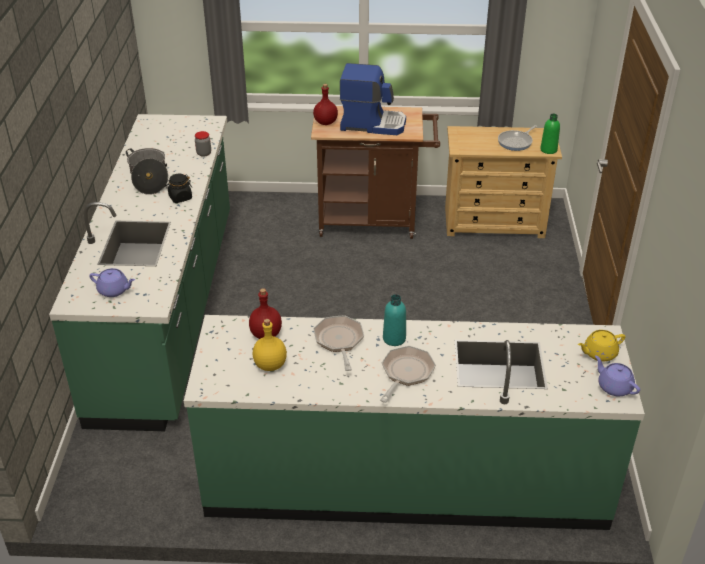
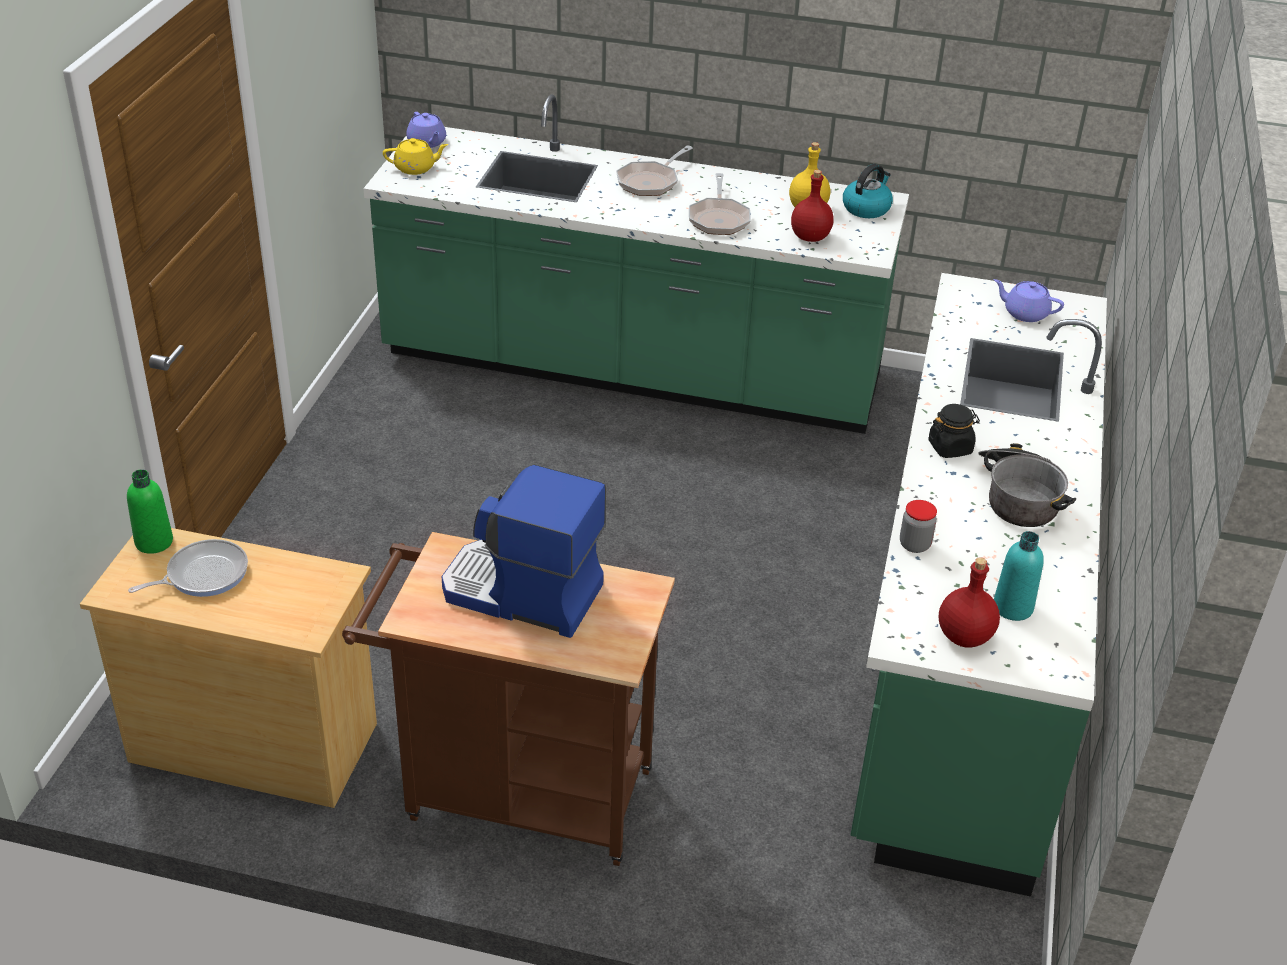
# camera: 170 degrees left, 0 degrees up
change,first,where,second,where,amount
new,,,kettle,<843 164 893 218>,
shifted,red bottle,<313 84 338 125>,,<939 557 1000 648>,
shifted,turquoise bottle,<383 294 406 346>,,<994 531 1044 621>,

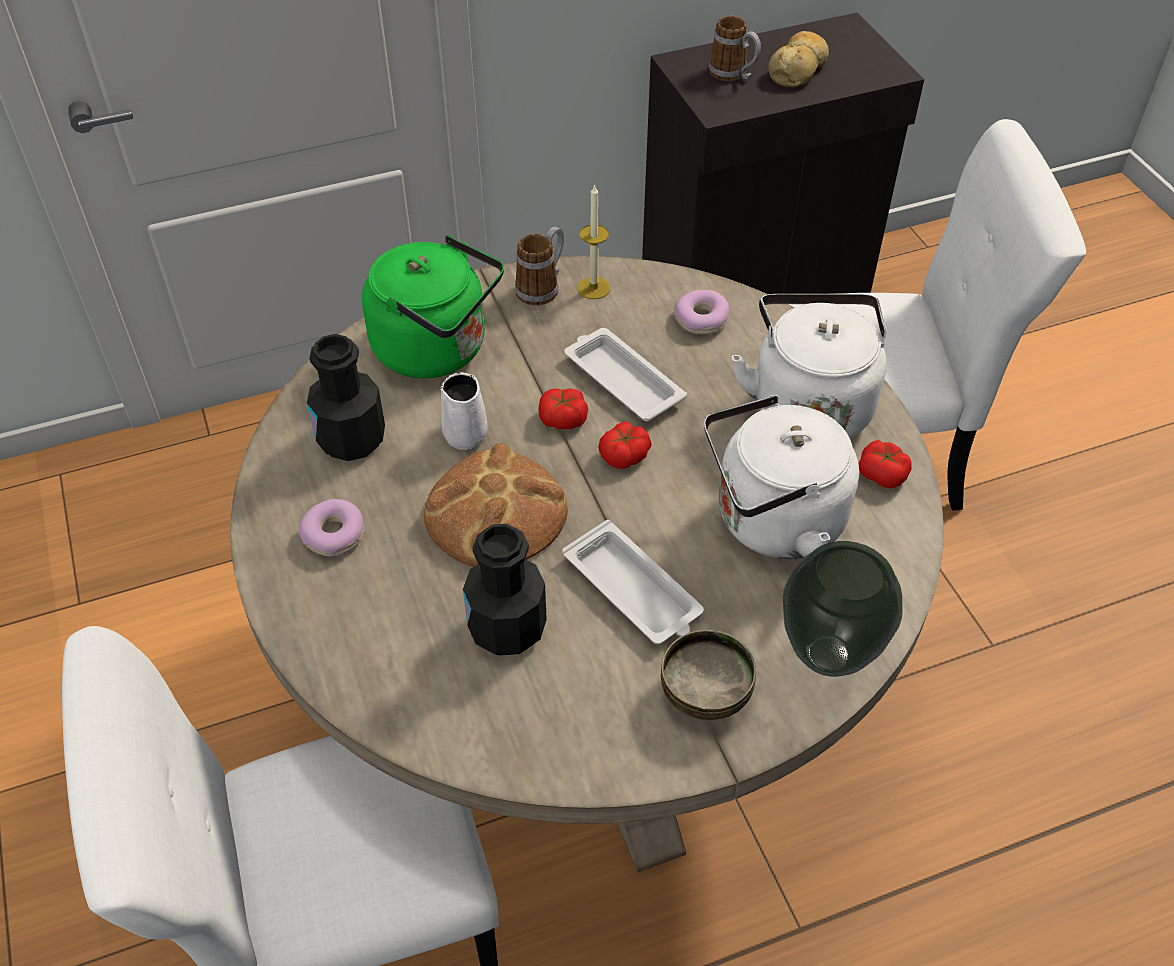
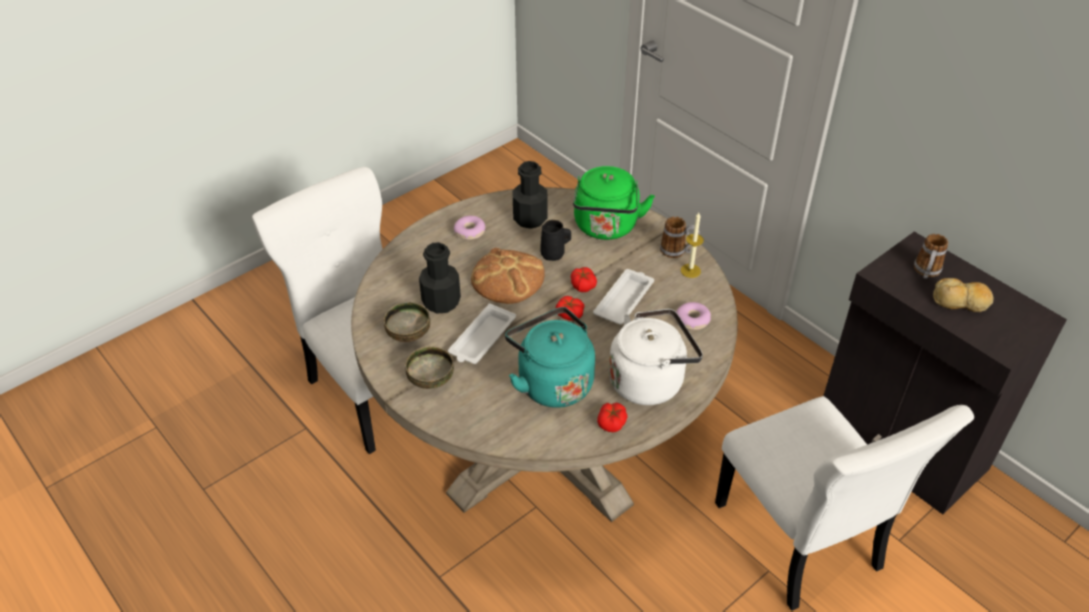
# camera: 70 degrees right, 5 degrees down
change,first,where,second,where,amount
gone,vase,<783 541 903 677>,,,
new,,,bowl,<384 302 430 342>,
repainted,white mug,<441 372 488 450>,black mug,<540 220 571 261>,
repainted,white kettle,<704 395 859 559>,turquoise kettle,<505 307 595 408>,

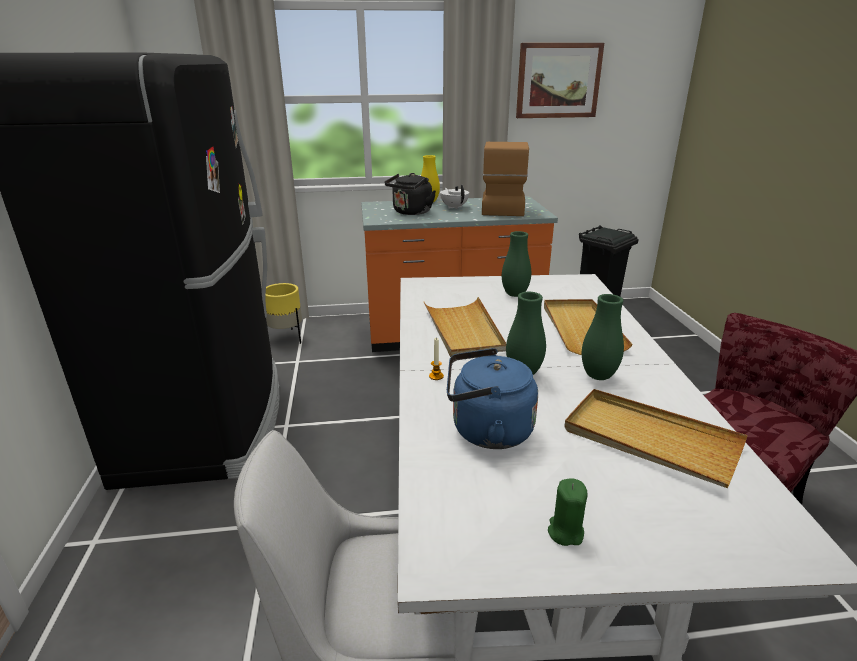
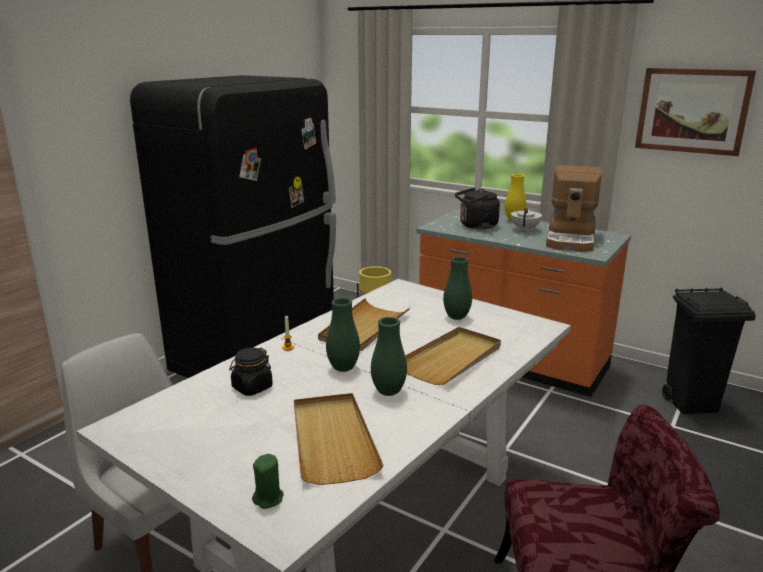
# camera: 40 degrees right, 5 degrees down
change,first,where,second,where,amount
shifted,green candle,<548 478 587 546>,,<252 454 284 509>,
swapped,blue kettle,<447 348 538 449>,black jar,<229 348 273 396>,
rotated,coffee machine,<482 142 529 216>,,<546 165 602 252>,150 degrees clockwise

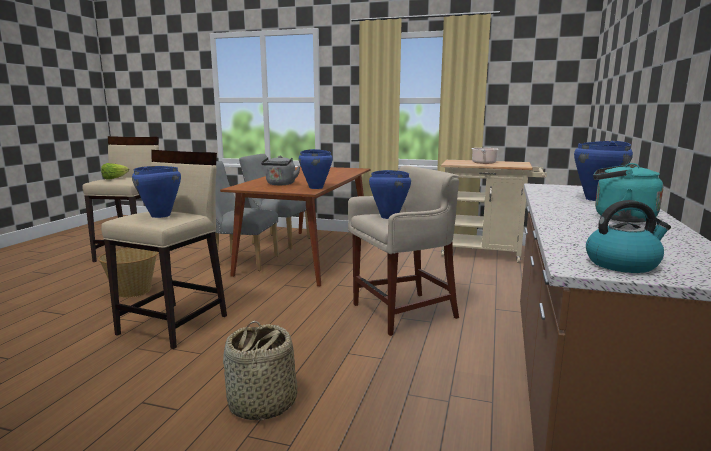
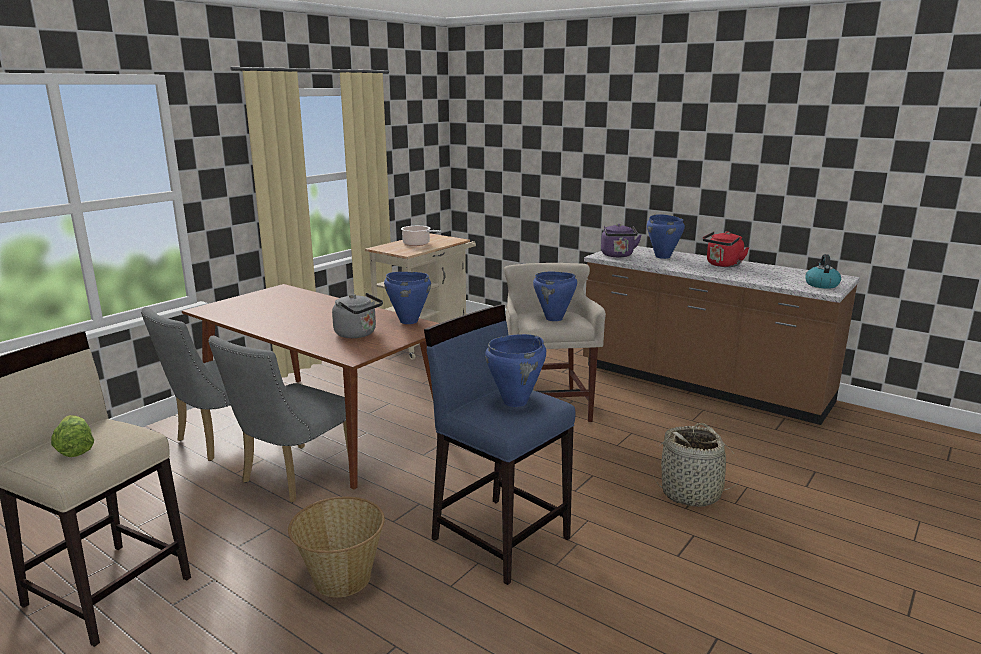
# camera: 70 degrees left, 5 degrees up
change,first,where,second,where,amount
new,,,purple kettle,<601 224 641 257>,
repainted,beige stool,<101 150 227 349>,blue stool,<424 305 576 585>,
repainted,turquoise kettle,<593 163 663 222>,red kettle,<702 231 749 267>,

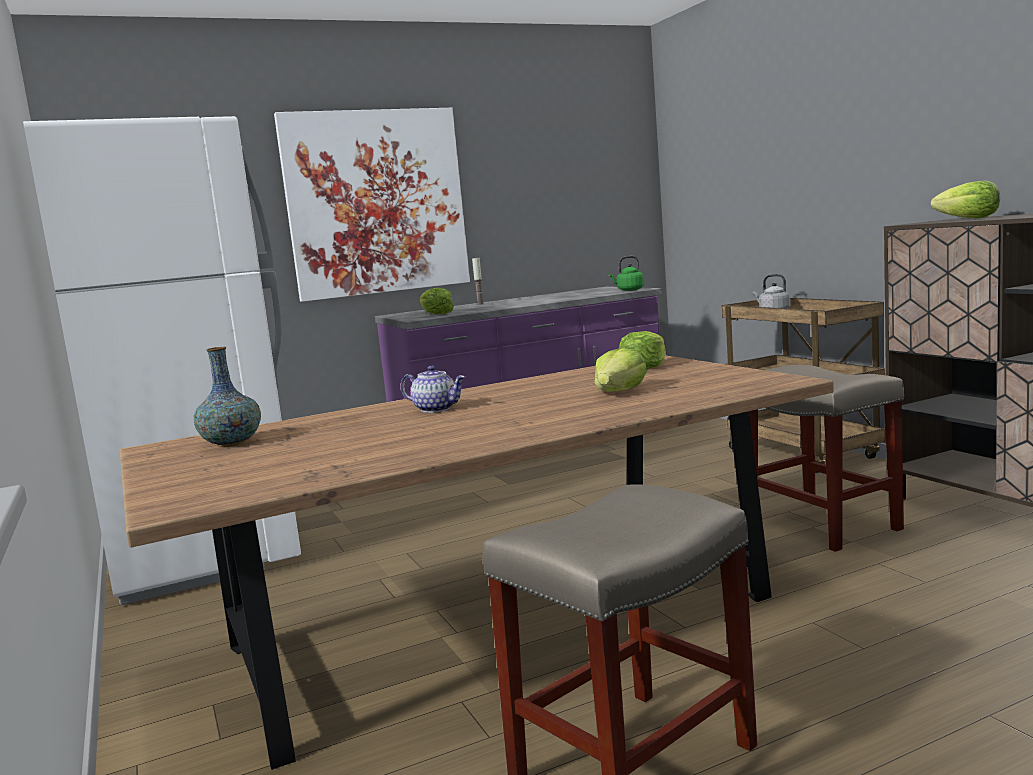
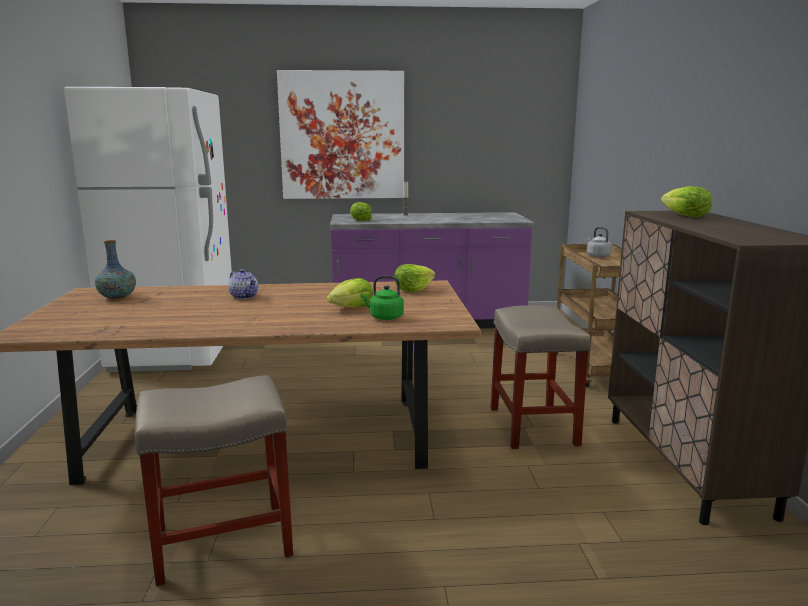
# camera: 20 degrees right, 5 degrees up
change,first,where,second,where,amount
shifted,green kettle,<608 256 644 291>,,<361 276 404 320>,

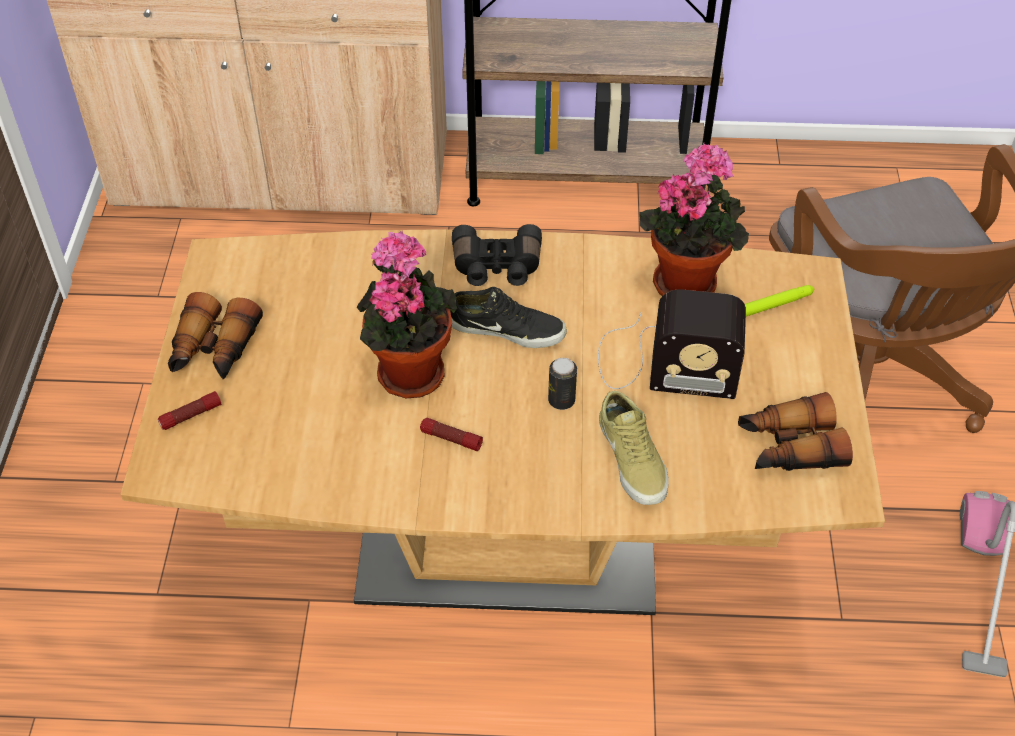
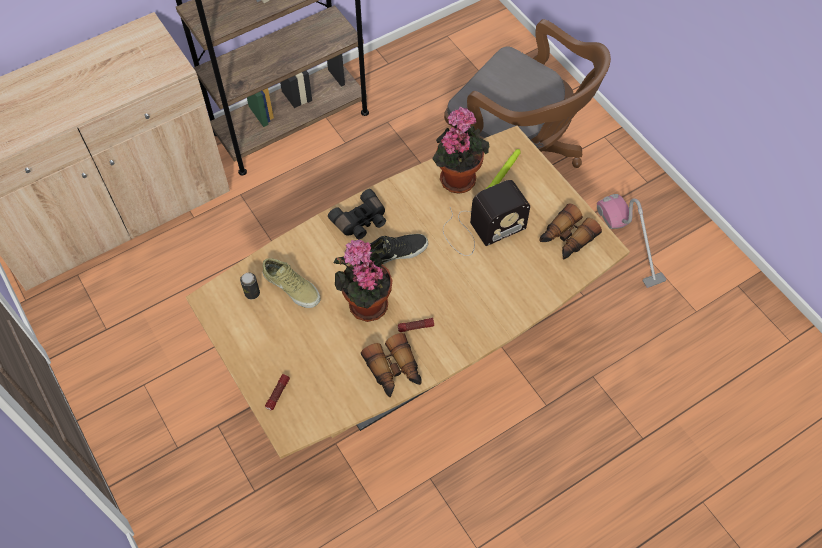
# camera: 35 degrees left, 10 degrees up
change,first,where,second,where,amount
shifted,binoculars,<168 292 263 379>,,<361 333 422 397>,
shifted,can,<548 358 577 410>,,<240 273 260 299>,
shifted,beige shoe,<599 391 669 505>,,<263 258 321 308>,

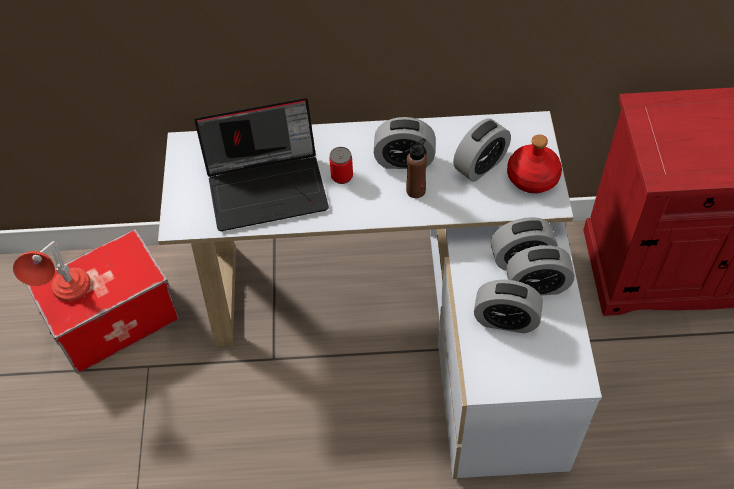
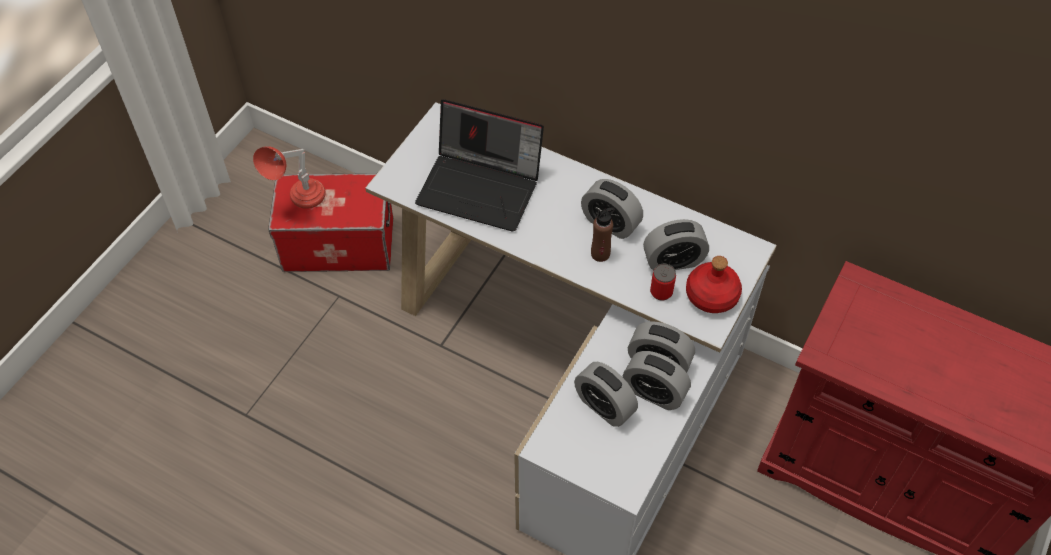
# camera: 30 degrees right, 0 degrees up
change,first,where,second,where,amount
shifted,can,<329 147 353 184>,,<650 264 676 301>,

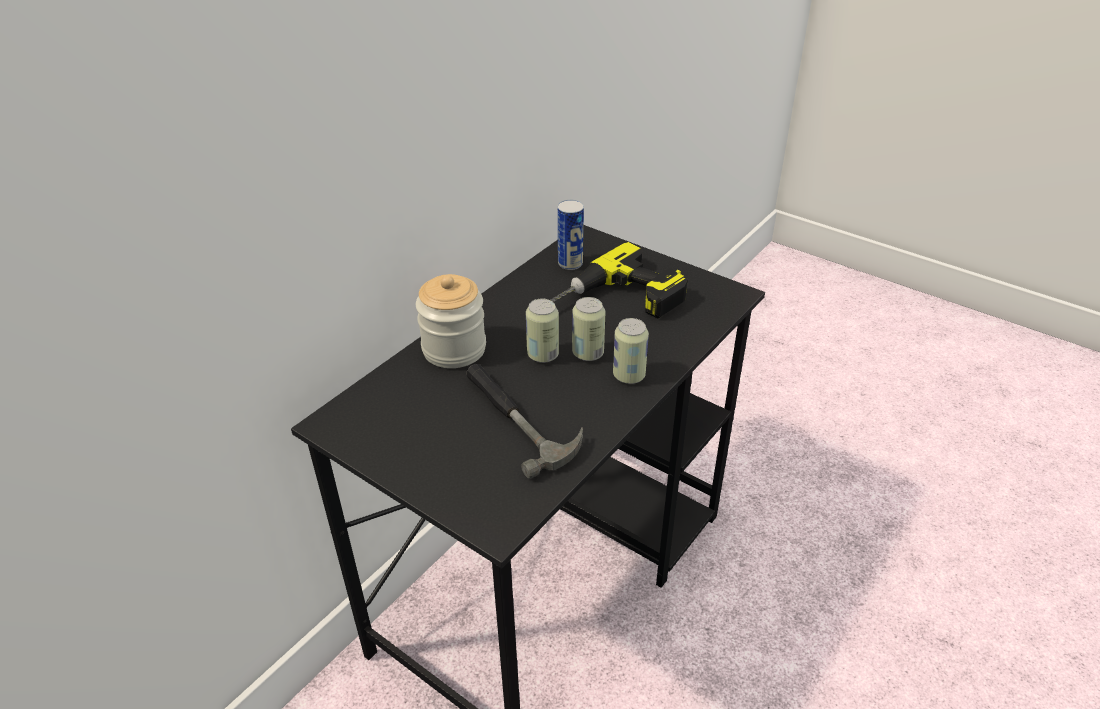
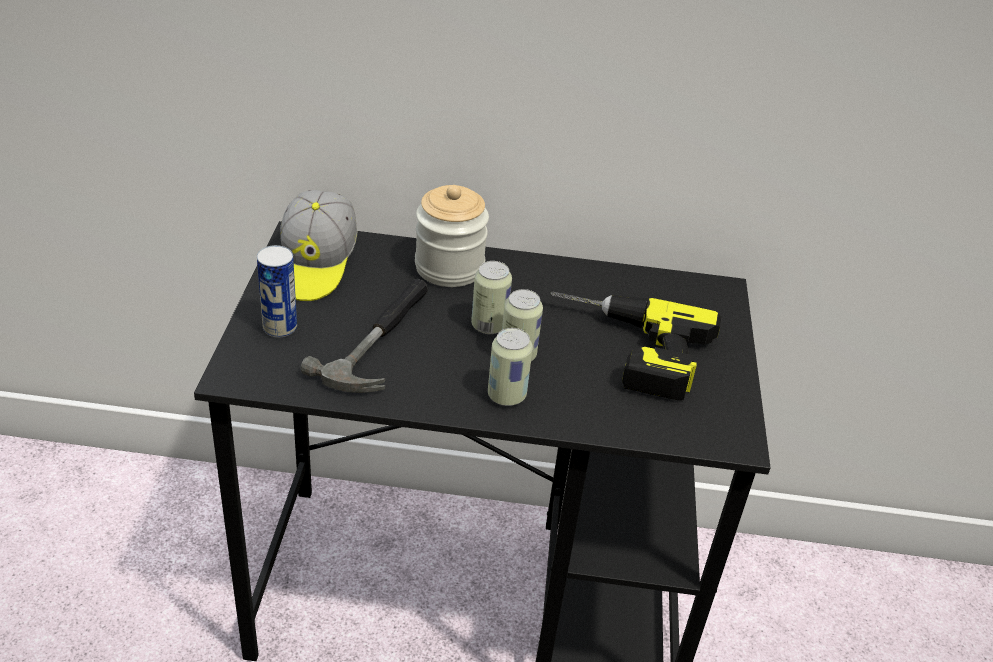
# camera: 55 degrees right, 0 degrees up
change,first,where,second,where,amount
new,,,cap,<280 190 358 301>,
shifted,can,<558 200 584 270>,,<257 245 297 338>,

